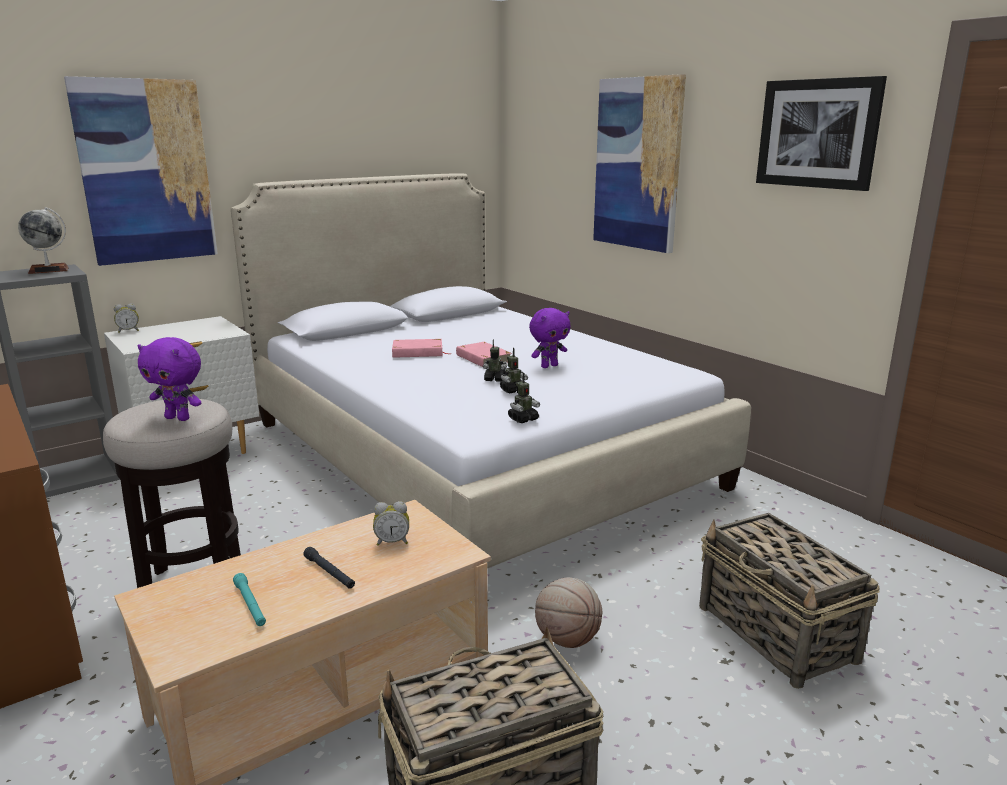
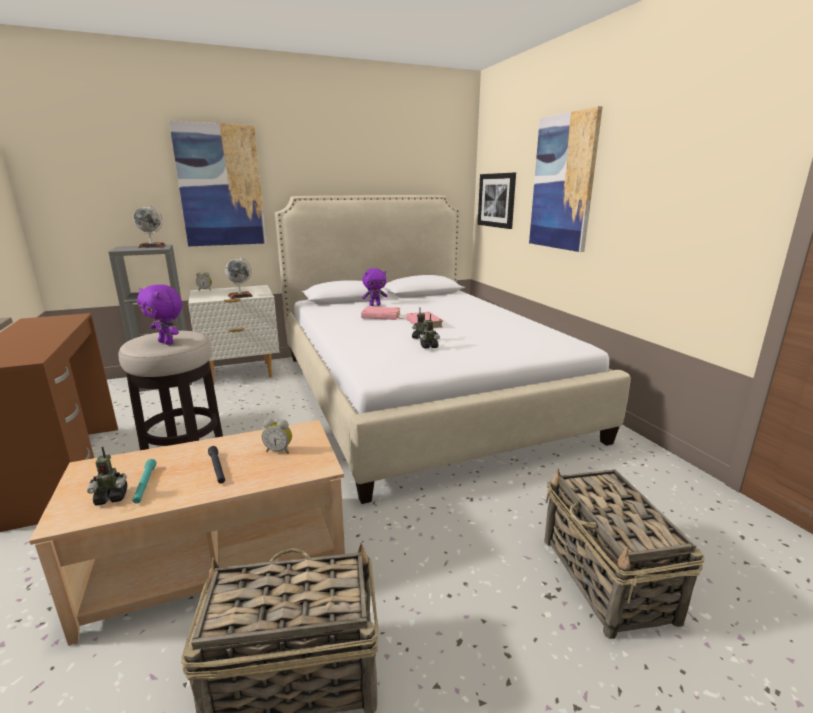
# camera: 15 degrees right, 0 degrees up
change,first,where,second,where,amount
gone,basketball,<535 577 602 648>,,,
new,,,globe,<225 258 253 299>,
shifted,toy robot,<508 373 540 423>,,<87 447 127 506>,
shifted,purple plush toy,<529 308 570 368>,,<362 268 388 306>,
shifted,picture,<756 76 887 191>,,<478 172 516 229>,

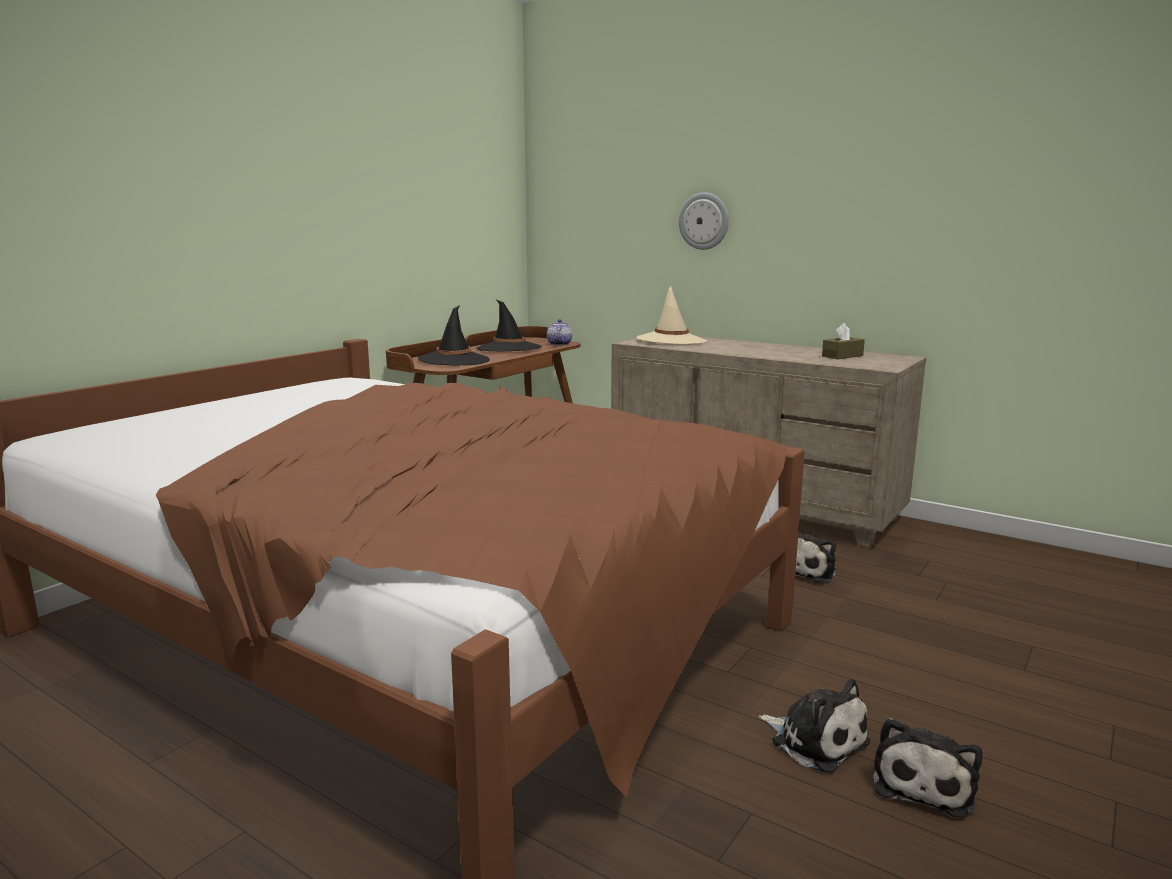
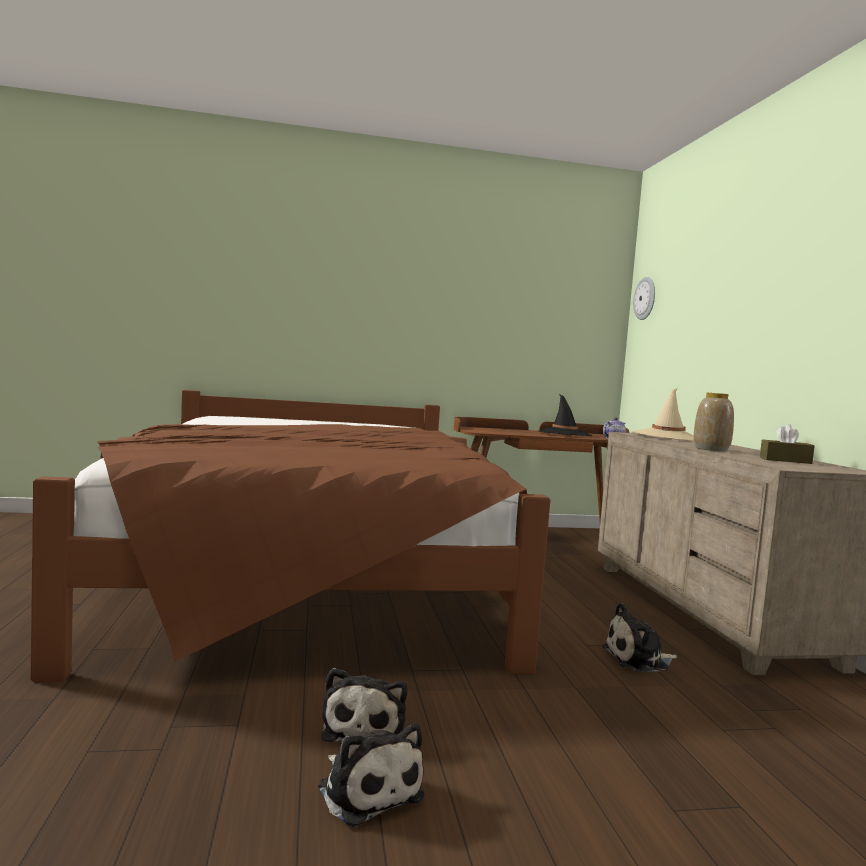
# camera: 45 degrees right, 10 degrees down
change,first,where,second,where,amount
gone,black hat,<418 305 490 366>,,,
new,,,vase,<693 393 734 451>,
shifted,wall clock,<679 192 729 250>,,<633 277 655 320>,
rotated,plush toy,<873 718 982 817>,,<318 723 425 827>,105 degrees counterclockwise

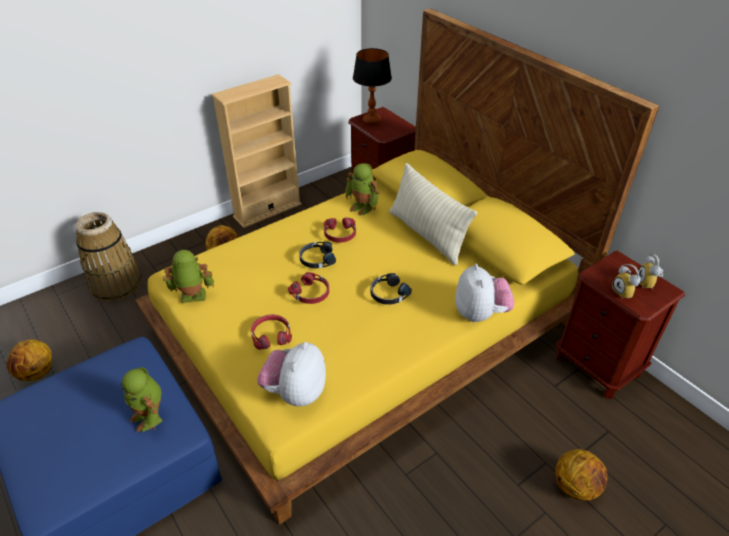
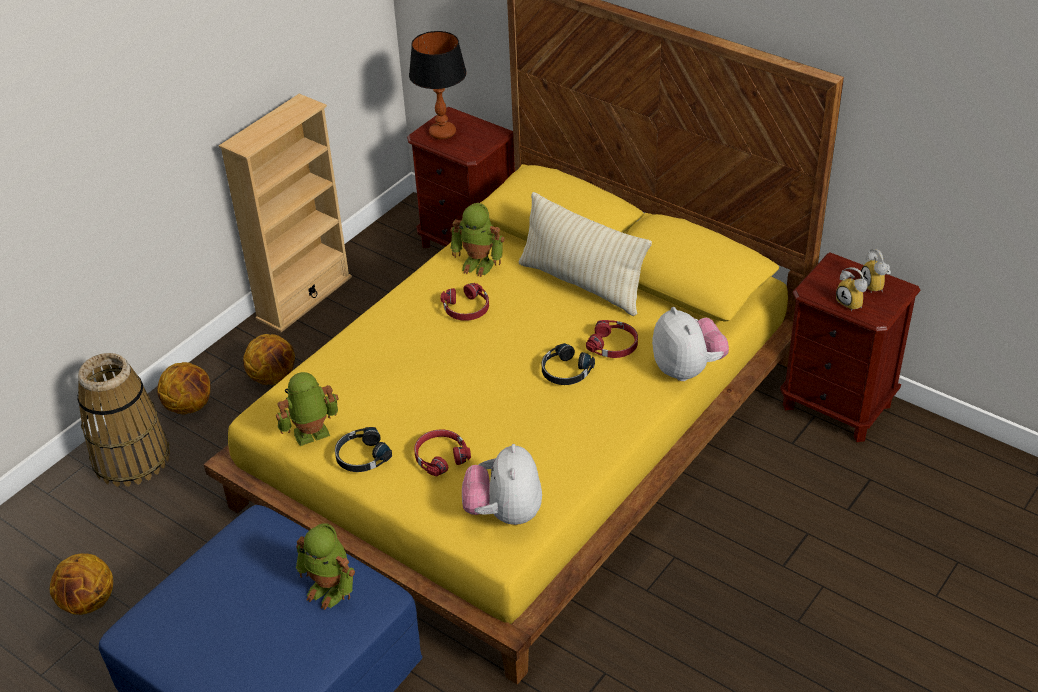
# camera: 15 degrees left, 0 degrees up
change,first,where,second,where,amount
shifted,red headphones,<288 272 329 304>,,<586 320 638 358>,
shifted,black headphones,<299 242 336 268>,,<335 427 392 472>,
shifted,basketball,<556 449 607 501>,,<157 362 210 415>,

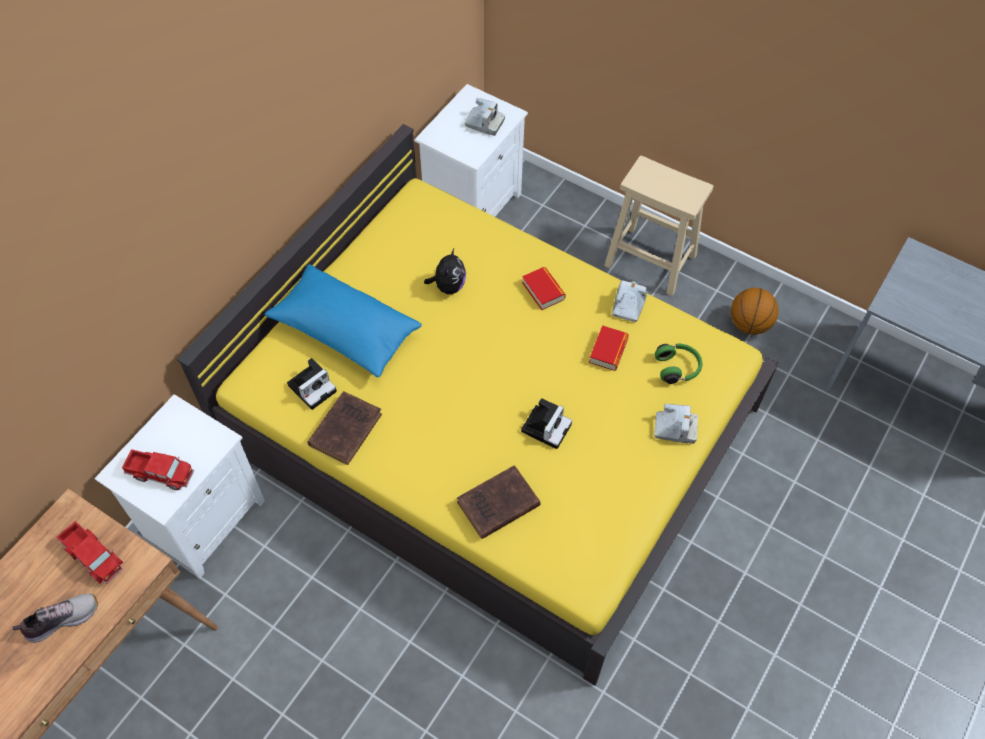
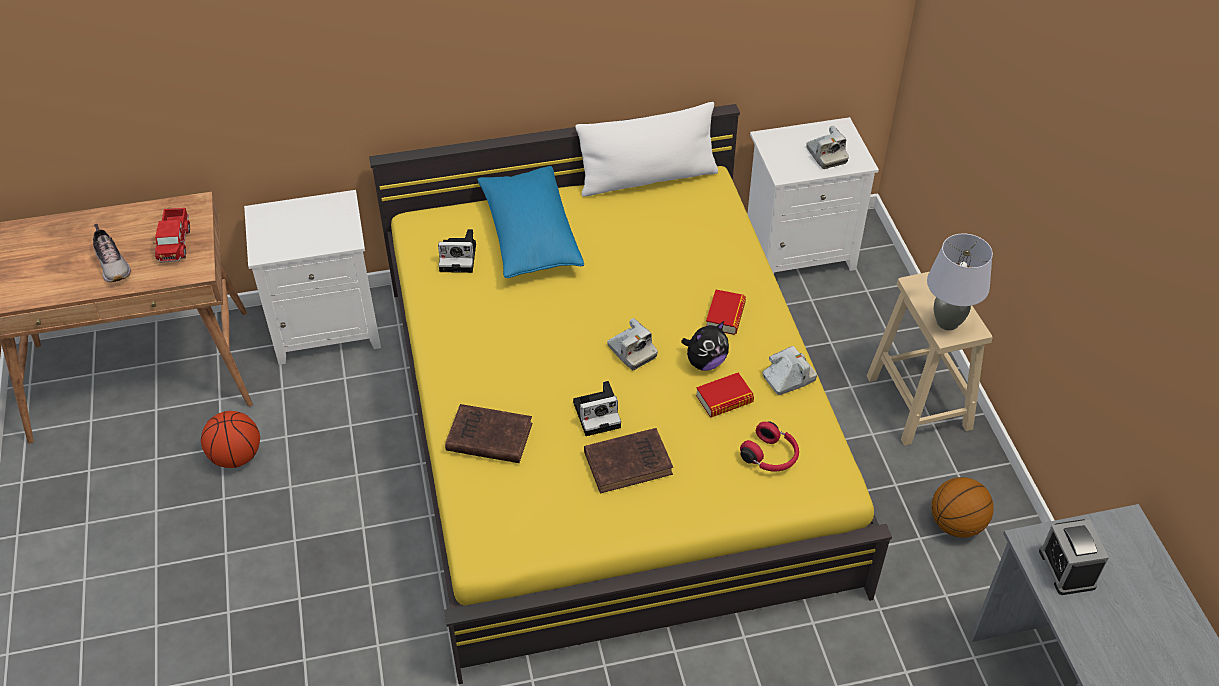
# camera: 45 degrees right, 10 degrees down
change,first,where,second,where,amount
gone,toy truck,<122 449 194 490>,,,
new,,,basketball,<201 411 260 468>,
new,,,white pillow,<575 102 718 197>,
new,,,grey table lamp,<927 233 993 330>,
new,,,alarm clock,<1039 519 1109 595>,
shifted,brown book,<307 391 382 465>,,<584 428 673 494>,
shifted,plush toy,<424 249 466 294>,,<681 321 729 371>,
shifted,photo camera,<654 404 698 444>,,<607 318 658 370>,
repainted,green headphones,<655 344 702 384>,red headphones,<740 421 799 472>,
rotated,shoe,<12 594 98 643>,,<93 224 131 282>,45 degrees clockwise

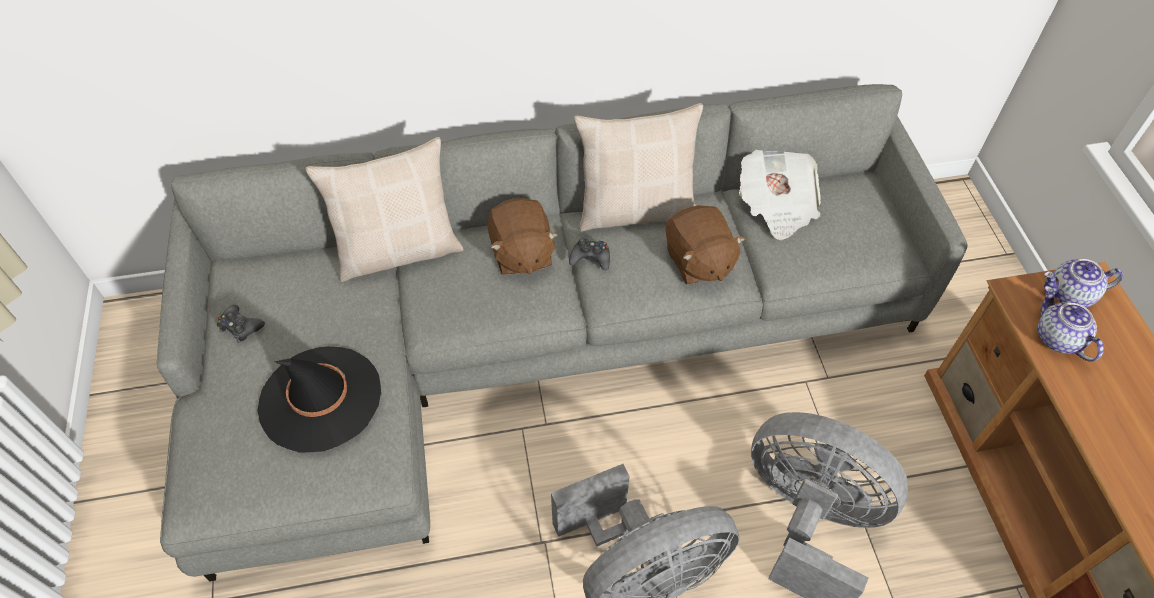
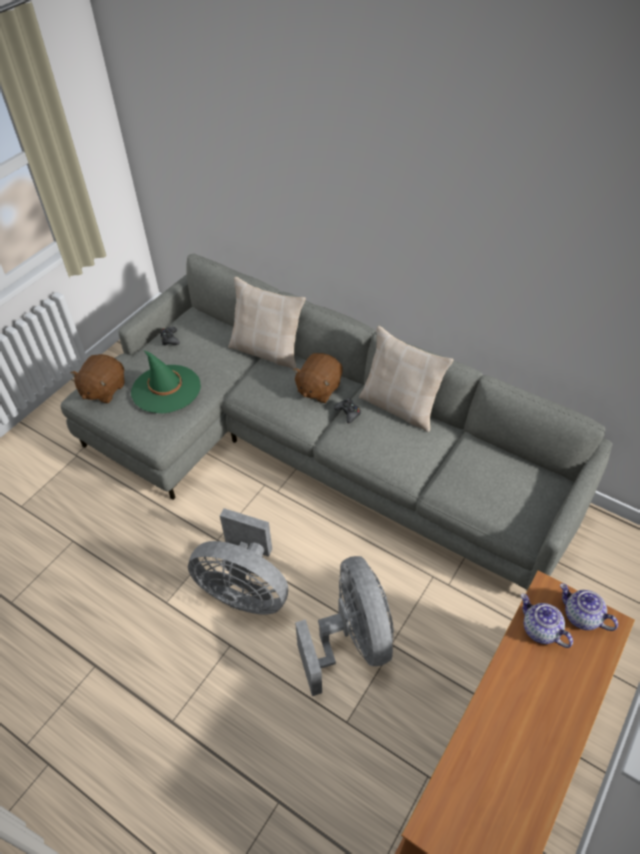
# camera: 45 degrees right, 5 degrees down
change,first,where,second,where,amount
gone,newspaper,<739 150 821 240>,,,
shifted,brown plush toy,<665 205 746 284>,,<71 354 125 403>,
repainted,black hat,<258 346 381 452>,green hat,<131 350 201 413>,
rotated,teapot,<1038 286 1104 362>,,<521 593 573 648>,60 degrees counterclockwise

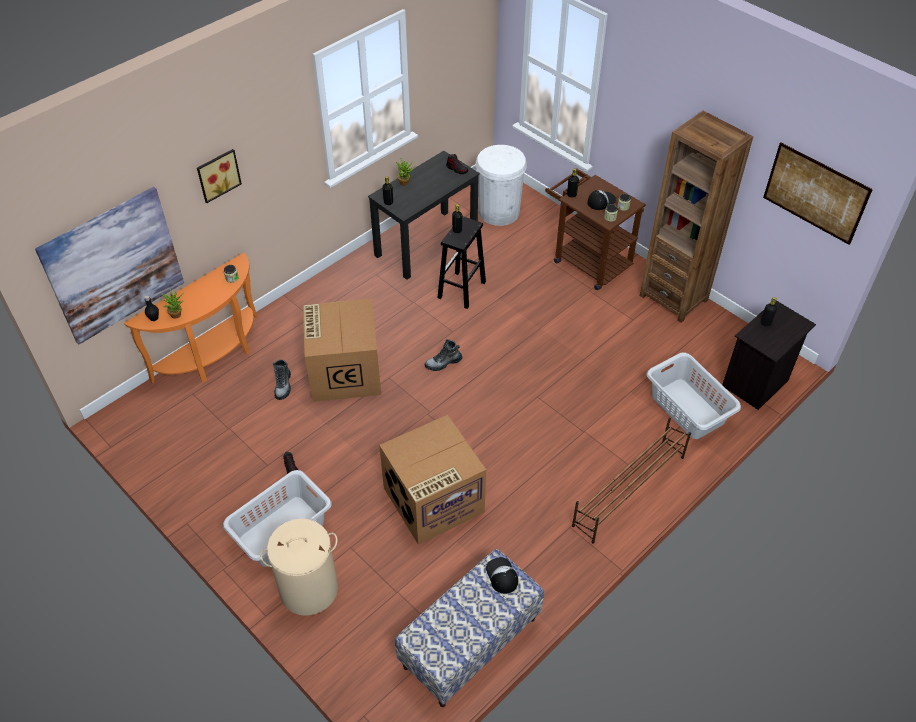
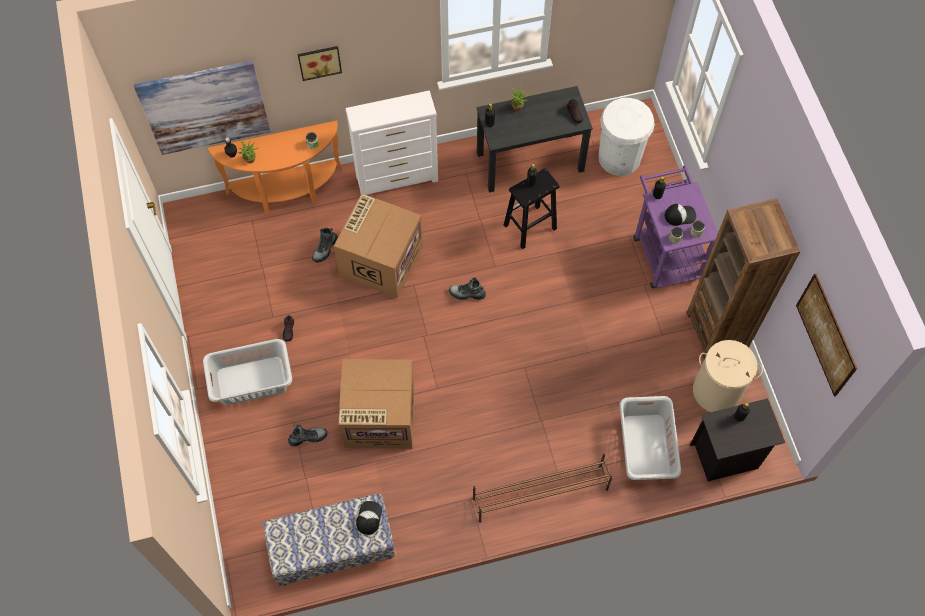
# camera: 30 degrees right, 15 degrees up
change,first,where,second,where,amount
new,,,boot,<288 425 327 446>,
new,,,white dresser,<345 91 438 195>,
shifted,beige laundry basket,<260 519 338 616>,,<693 340 763 412>,
repainted,brown cart,<545 168 646 290>,purple cart,<633 165 718 289>,

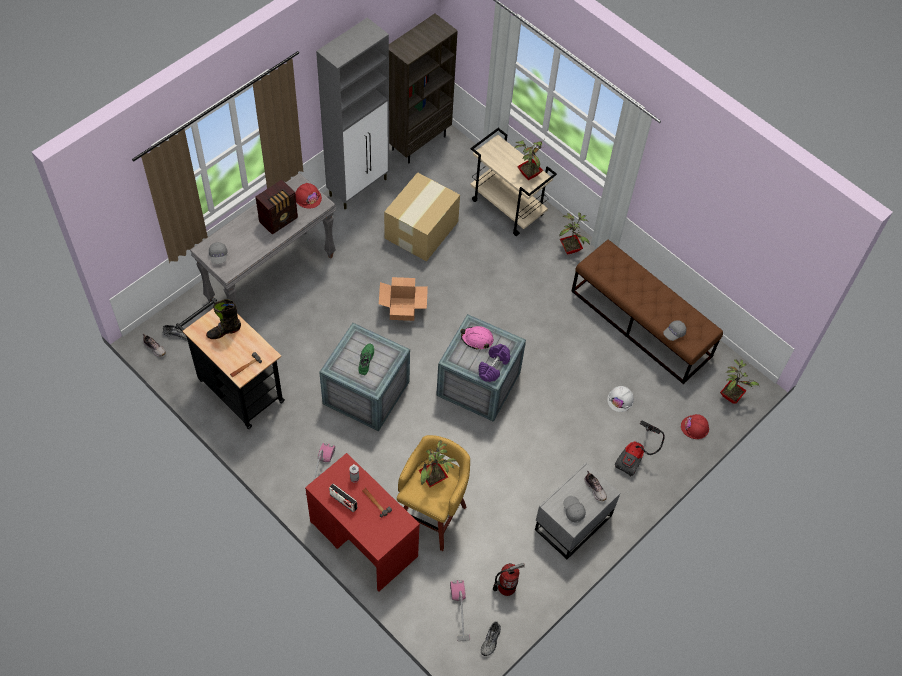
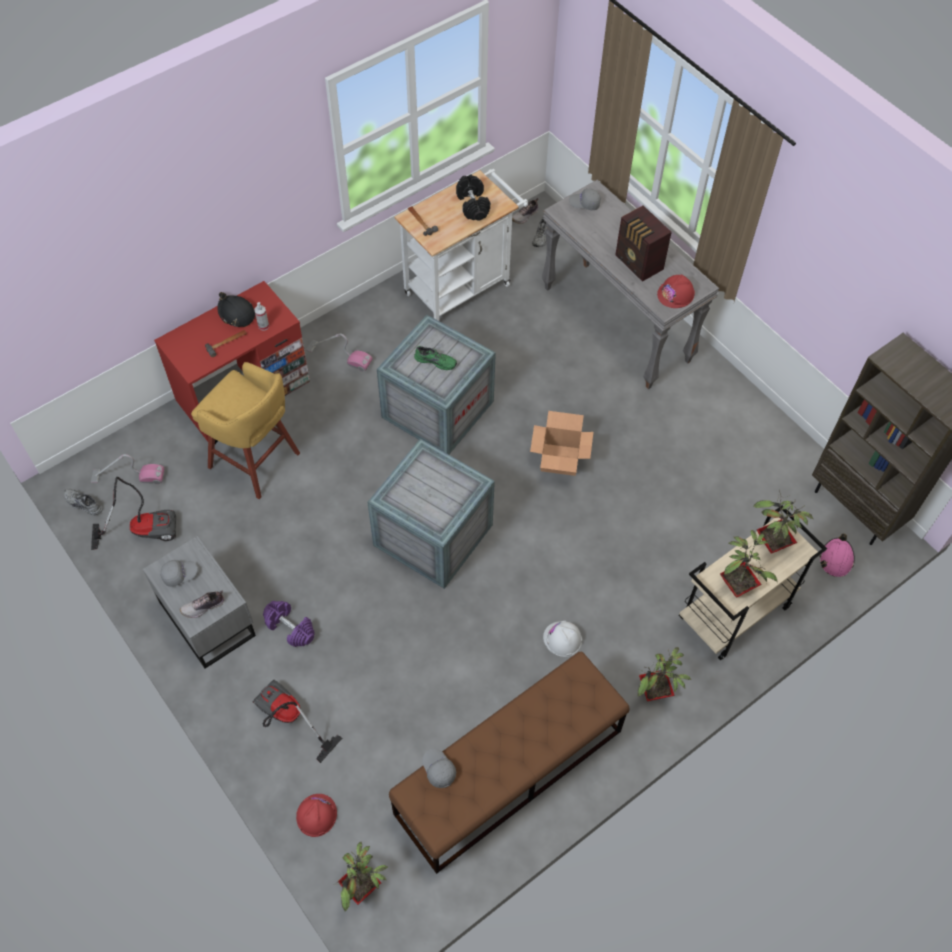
# camera: 100 degrees right, 0 degrees up
change,first,where,second,where,amount
gone,grey cabinet,<316 17 389 210>,,,
gone,cardboard box,<384 172 460 261>,,,
shifted,potted plant,<419 440 457 487>,,<753 490 813 553>,
shifted,pink hard hat,<460 326 494 350>,,<819 534 855 577>,
shifted,purple dumbbell,<479 344 510 382>,,<263 601 315 647>,
shifted,white hard hat,<607 386 634 412>,,<543 621 582 657>,
swapped,black boot,<206 299 241 339>,black dumbbell,<456 174 490 220>,
swapped,radio,<329 484 357 513>,black hard hat,<217 292 255 327>,
swapped,fire extinguisher,<493 563 524 596>,vacuum cleaner,<91 477 176 550>,
repainted,black cart,<176 298 285 429>,white cart,<395 169 528 321>,

